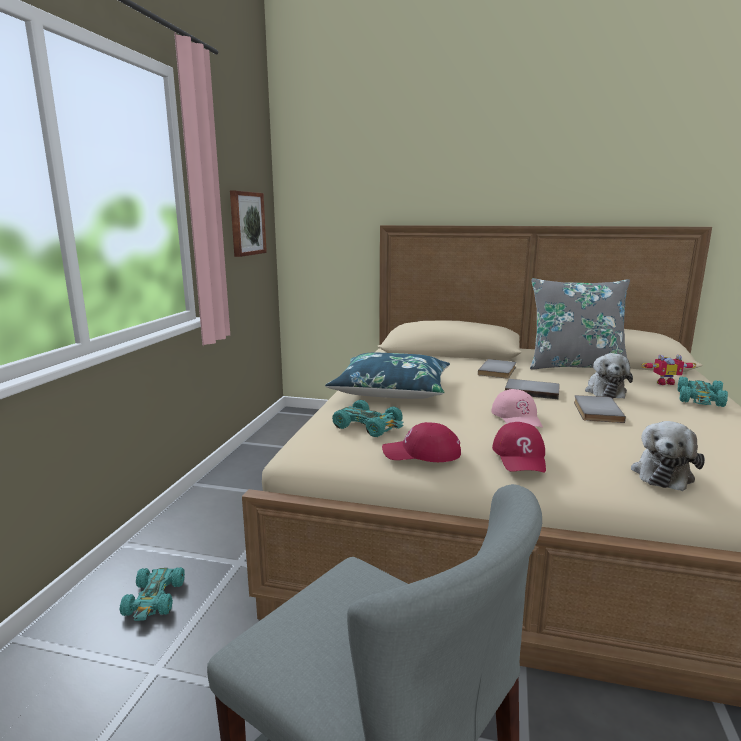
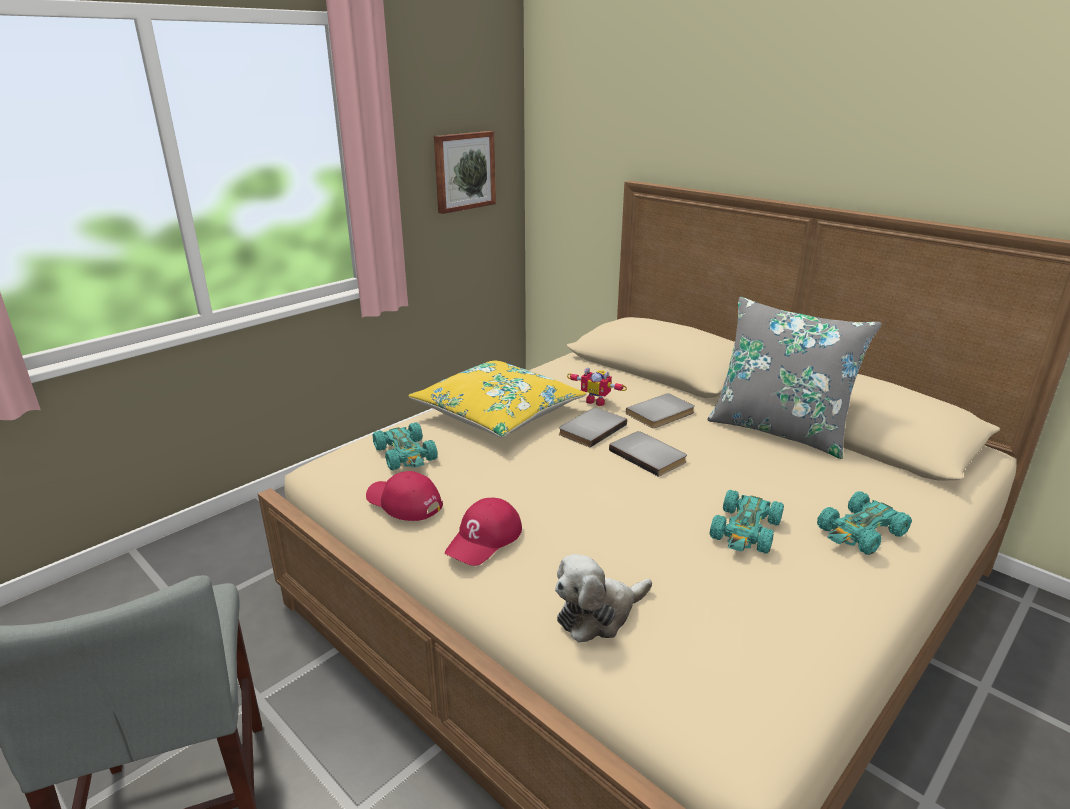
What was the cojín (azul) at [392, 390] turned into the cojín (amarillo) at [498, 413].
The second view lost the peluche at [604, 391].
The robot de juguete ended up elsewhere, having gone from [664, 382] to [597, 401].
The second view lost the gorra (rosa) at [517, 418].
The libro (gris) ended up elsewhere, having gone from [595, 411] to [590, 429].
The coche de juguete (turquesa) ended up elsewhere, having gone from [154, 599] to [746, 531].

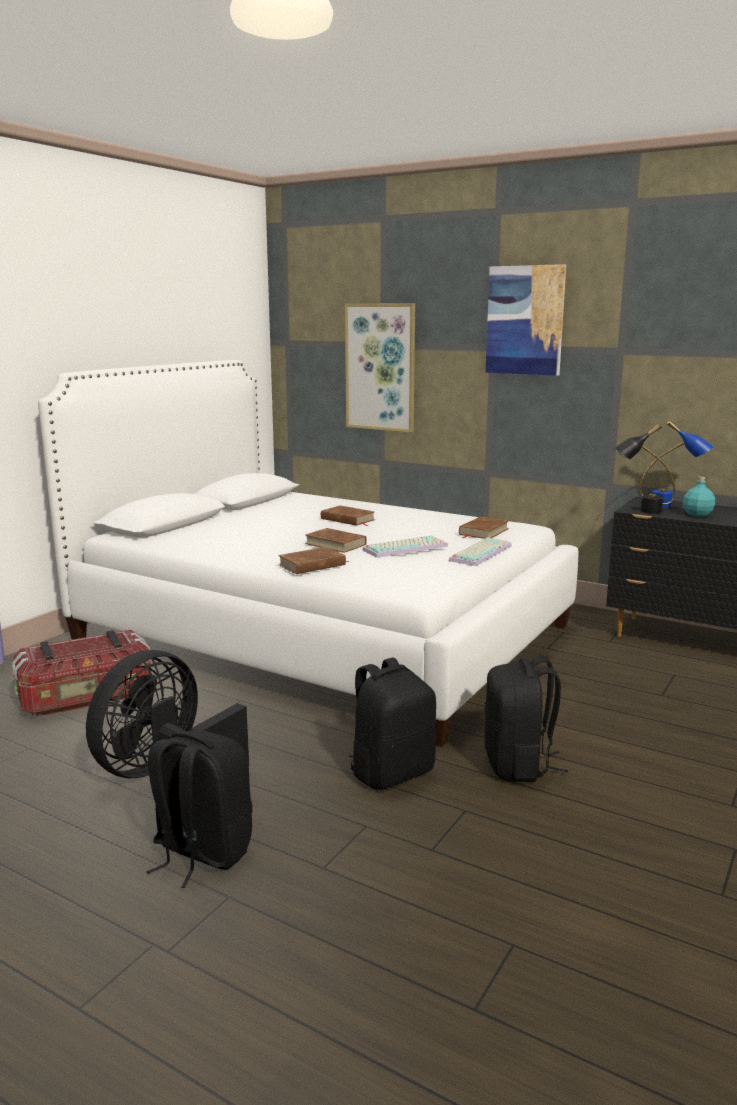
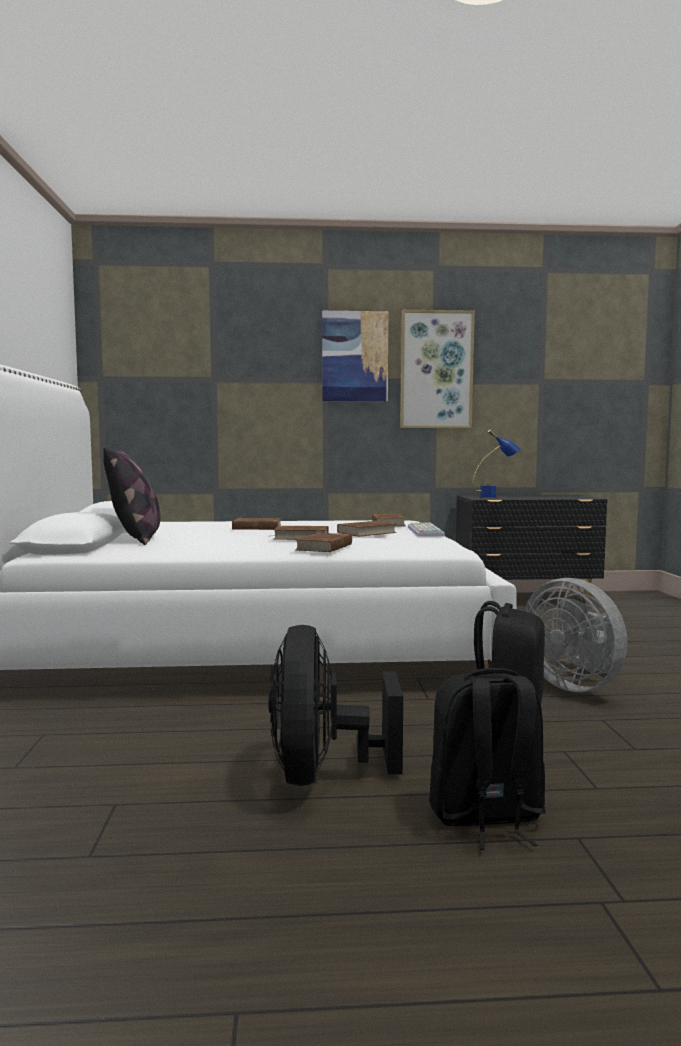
The cuadro ended up elsewhere, having gone from [380, 367] to [436, 370].
The second view lost the lámpara de mesa (negro) at [640, 511].
The second view lost the botella (turquesa) at [696, 514].
Where the teclado stood at [405, 547], the libro (marrón) came to stand at [366, 533].
The second view lost the caja de almacenaje at [87, 698].
Where the mochila (negro) stood at [518, 765], the ventilador (gris) came to stand at [575, 685].
The second view gained the cojín at [136, 538].

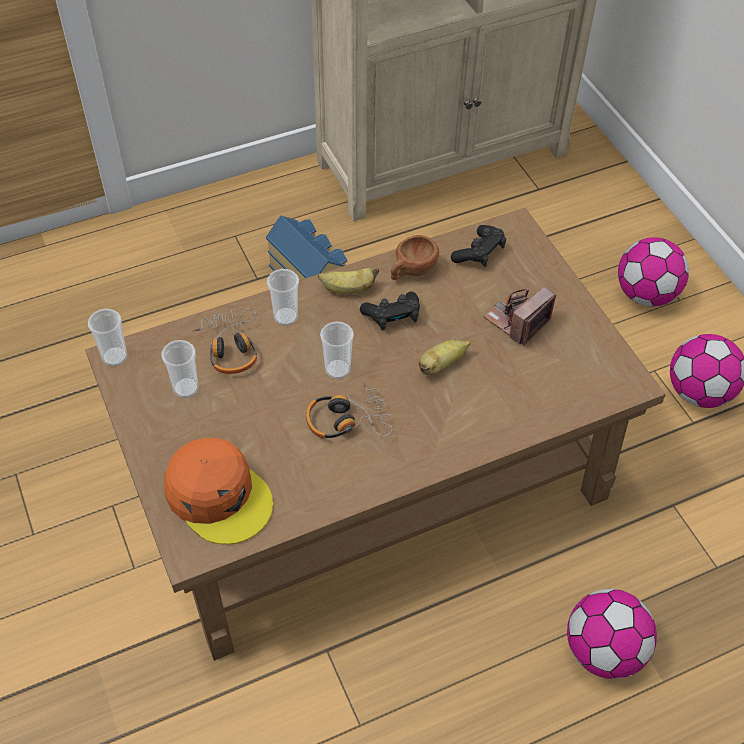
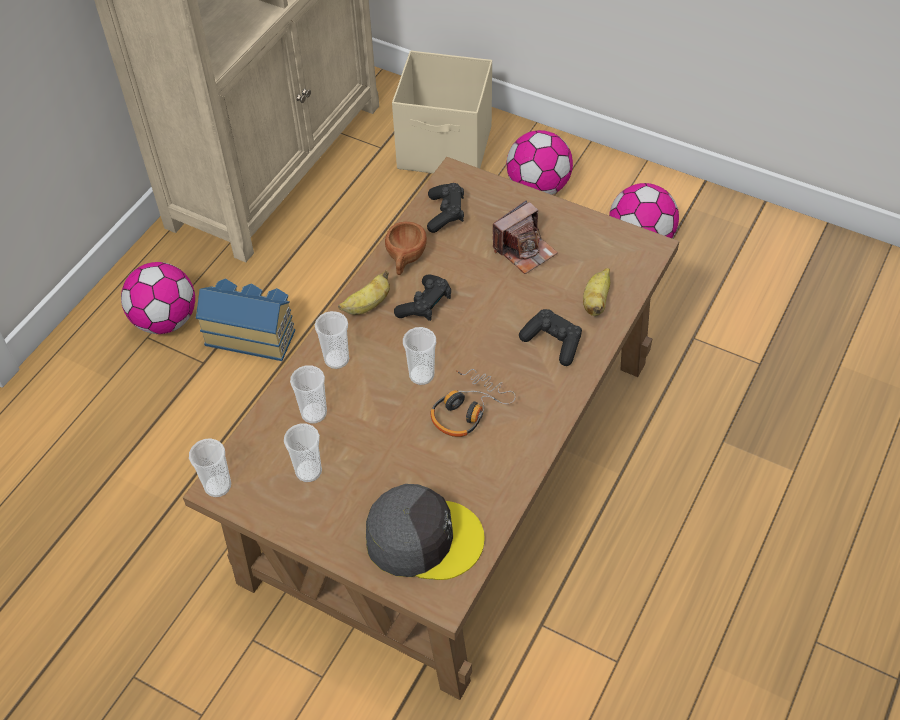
The cámara at [517, 321] ended up facing another way, 135 degrees counterclockwise from before.
Where the auriculares stood at [230, 347], the taza came to stand at [314, 413].
The plátano ended up elsewhere, having gone from [441, 364] to [596, 301].
What was the gorra (naranja) at [219, 495] turned into the gorra (gris) at [423, 537].
The balón de fútbol ended up elsewhere, having gone from [603, 650] to [166, 320].
The second view gained the caja de almacenaje (beis) at [446, 149].
The second view gained the mando de consola (negro) at [553, 343].

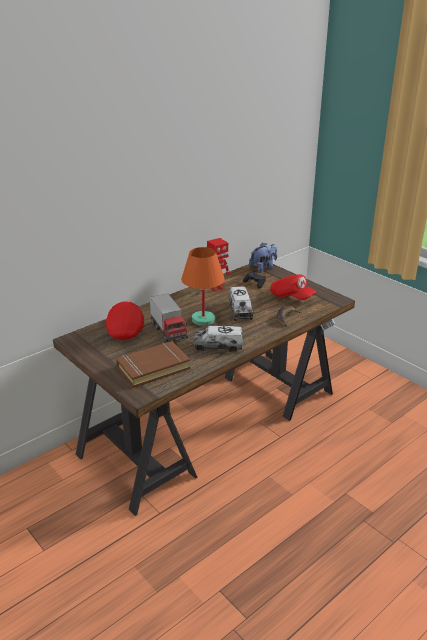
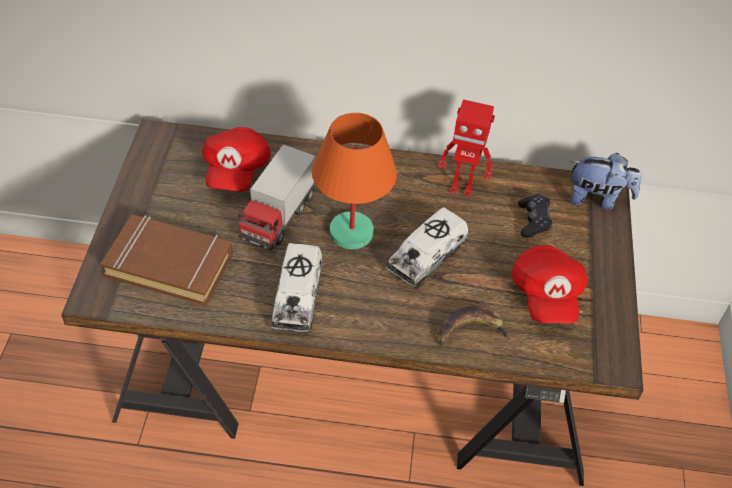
The gorra (rojo) at [126, 329] ended up facing another way, 135 degrees clockwise from before.
The camión de juguete at [218, 346] ended up facing another way, 135 degrees counterclockwise from before.

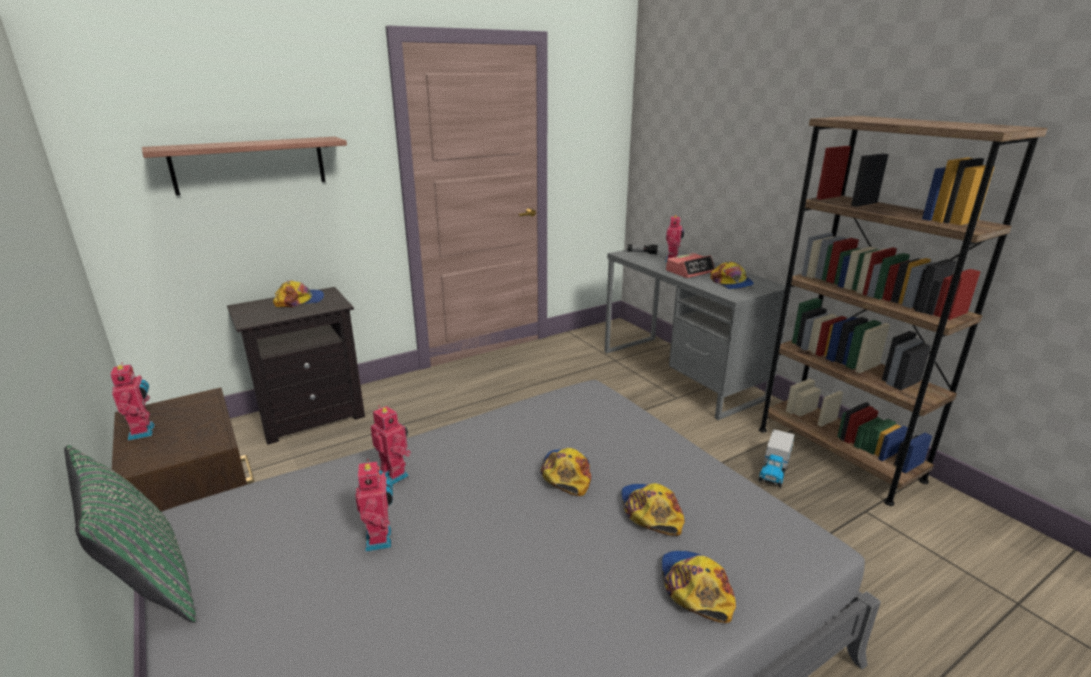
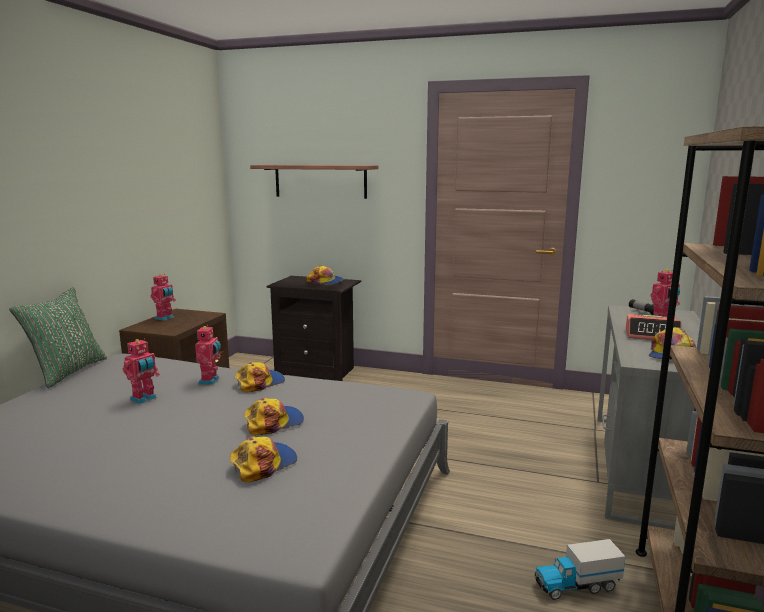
The gorra ended up elsewhere, having gone from [695, 588] to [260, 383].

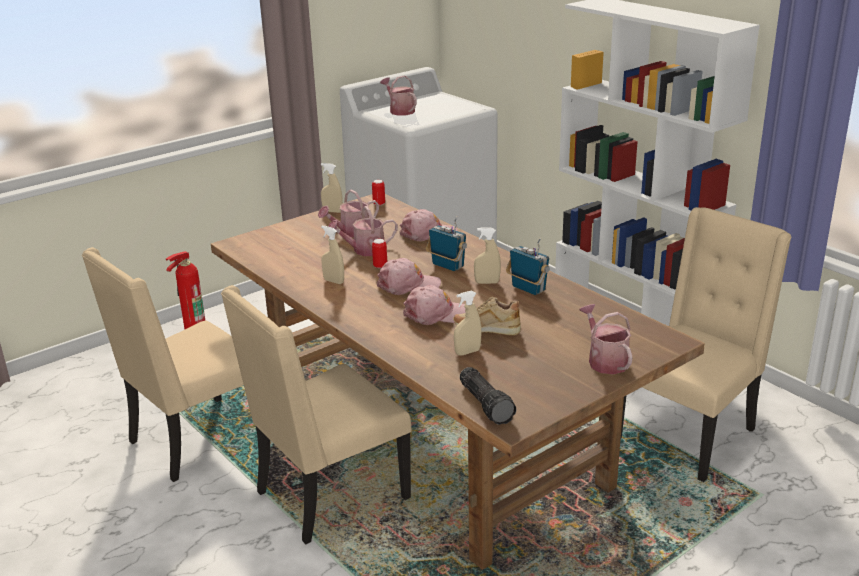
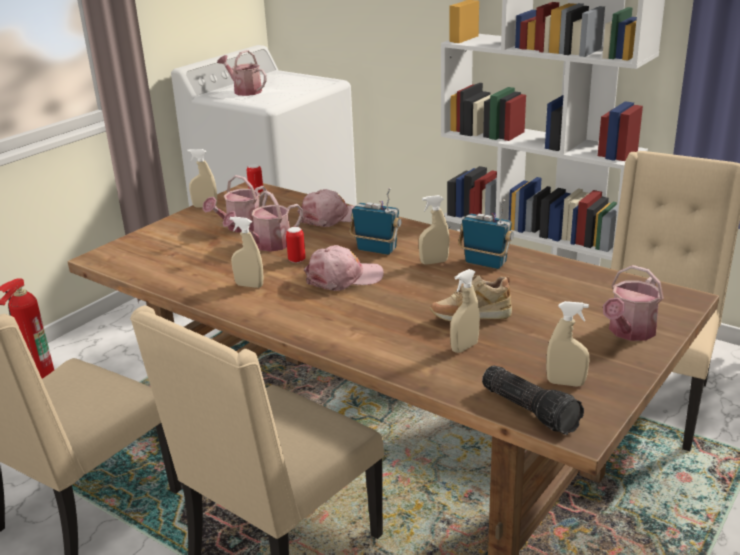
The second view lost the gorra (rosa) at [436, 314].
The regadera at [605, 360] ended up facing another way, 105 degrees counterclockwise from before.
The second view gained the pulverizador (beis) at [565, 383].

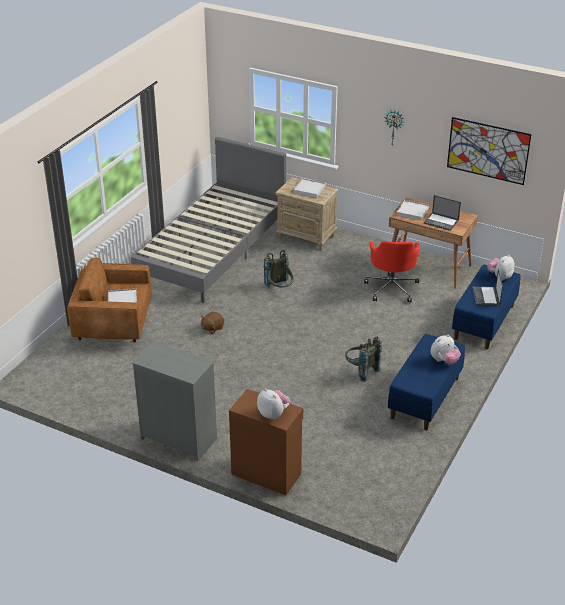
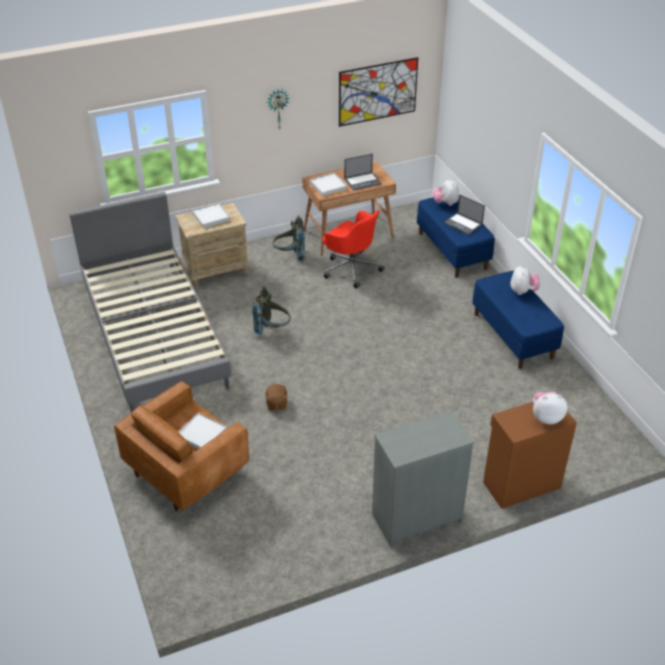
The mochila (gris) ended up elsewhere, having gone from [361, 371] to [290, 255].

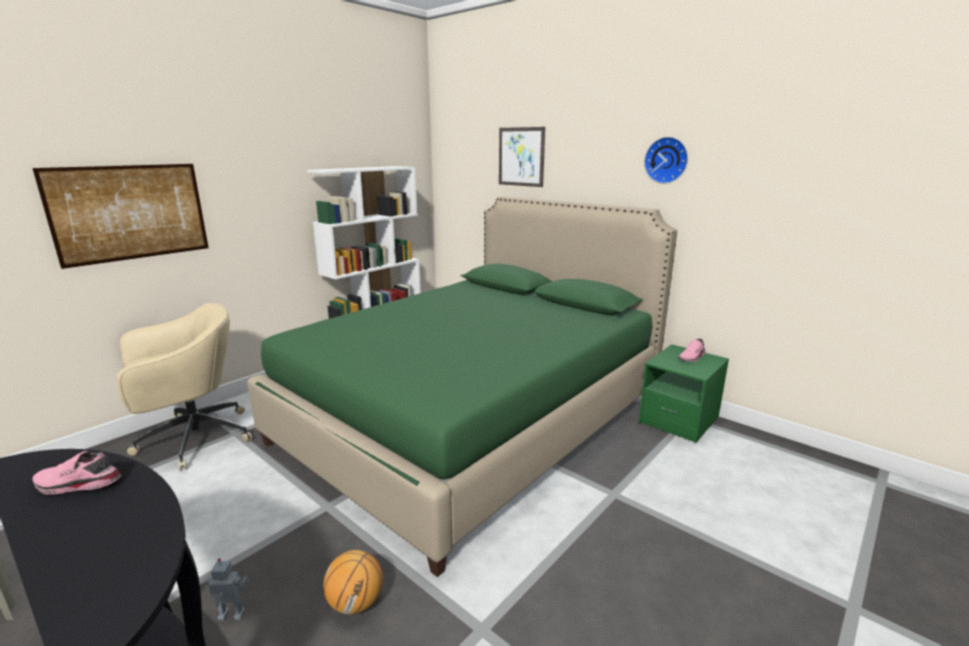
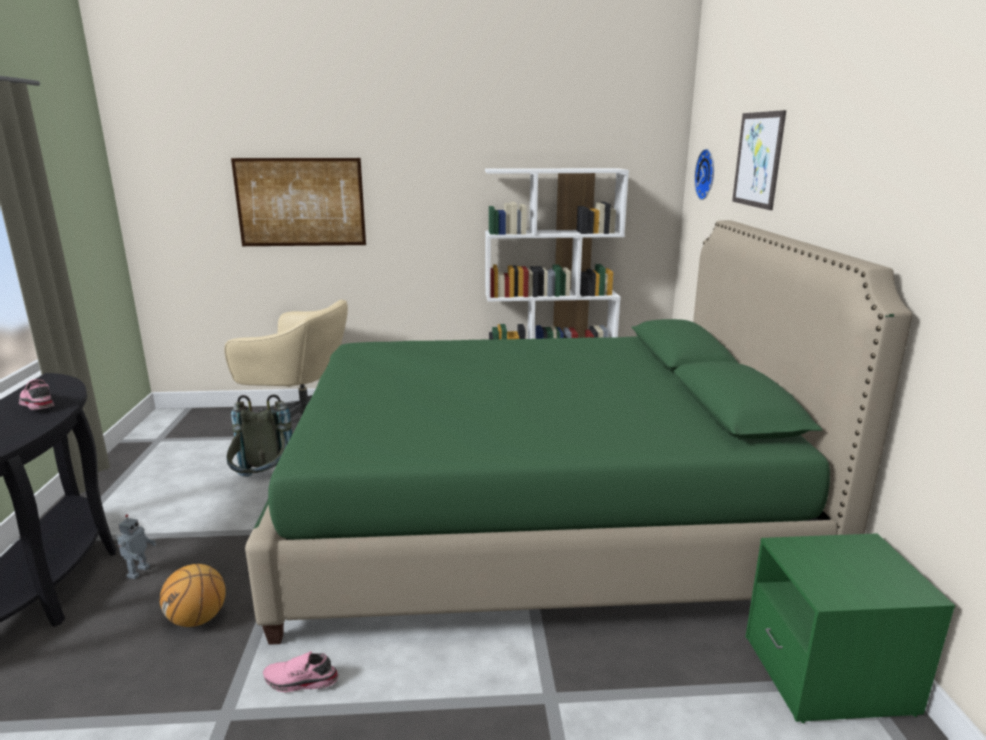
The reloj de pared ended up elsewhere, having gone from [667, 160] to [707, 174].
The zapato (rosa) ended up elsewhere, having gone from [692, 357] to [300, 682].
The robot de juguete at [231, 616] ended up facing another way, 60 degrees clockwise from before.
The second view gained the mochila (gris) at [262, 484].

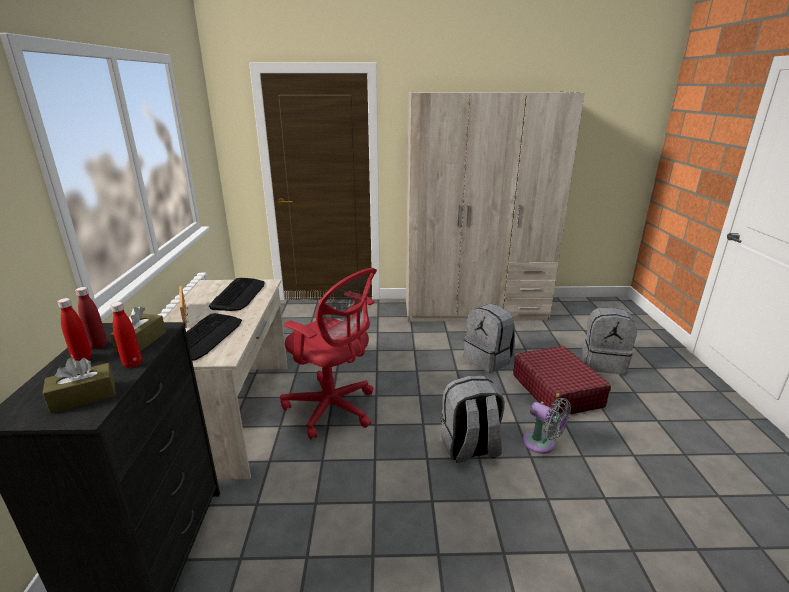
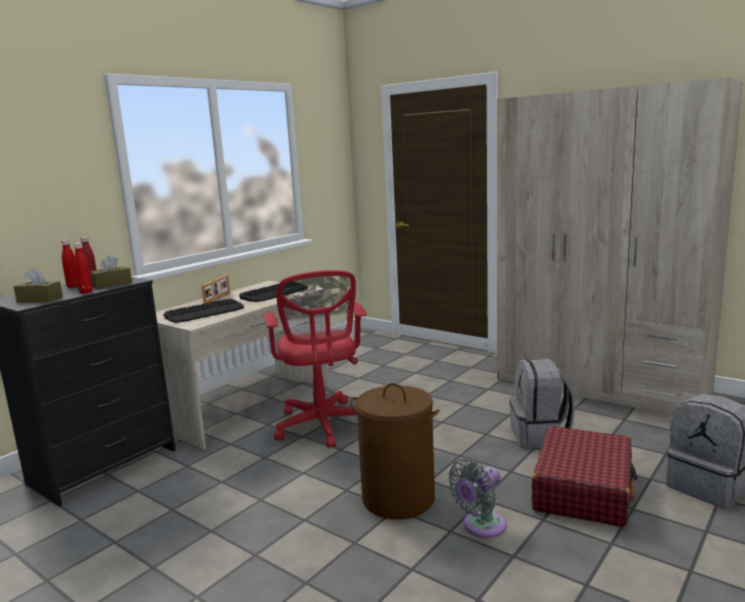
Where the mochila (gris) stood at [470, 448], the cesto de la ropa (marrón) came to stand at [397, 498].
The ventilador (gris) at [542, 444] ended up facing another way, 60 degrees clockwise from before.

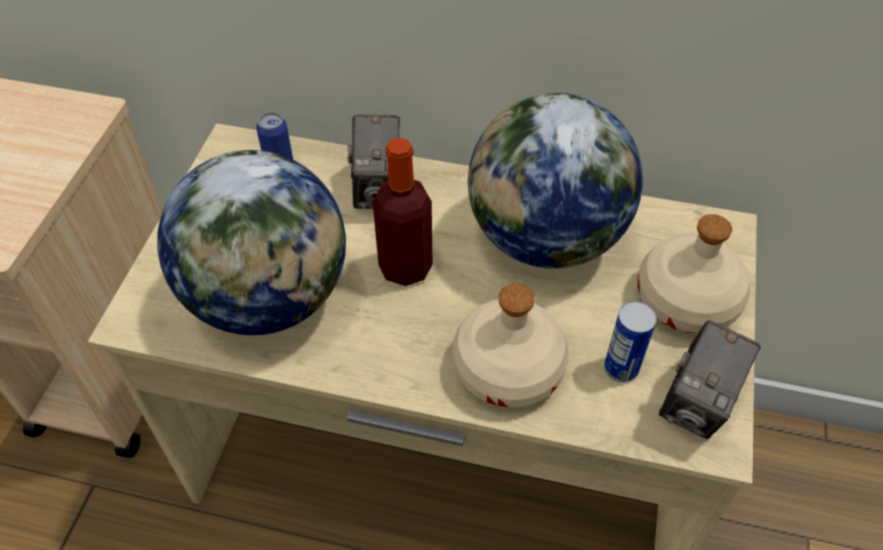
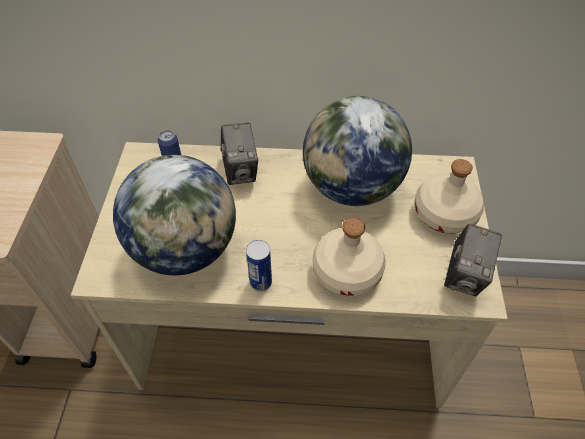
The second view lost the botella at [405, 267].
The lata ended up elsewhere, having gone from [621, 368] to [260, 282].

